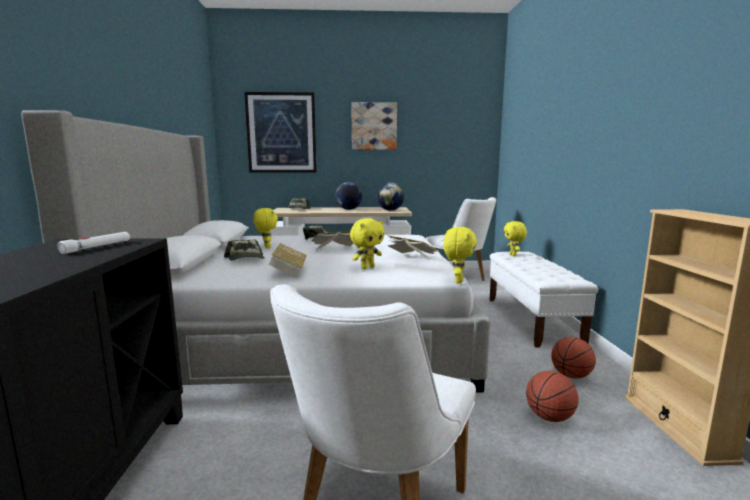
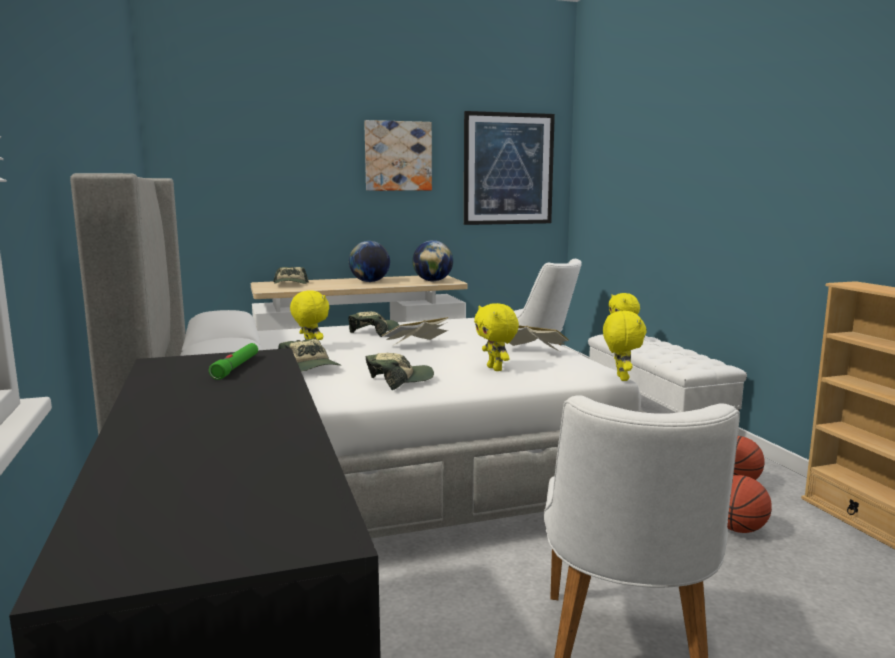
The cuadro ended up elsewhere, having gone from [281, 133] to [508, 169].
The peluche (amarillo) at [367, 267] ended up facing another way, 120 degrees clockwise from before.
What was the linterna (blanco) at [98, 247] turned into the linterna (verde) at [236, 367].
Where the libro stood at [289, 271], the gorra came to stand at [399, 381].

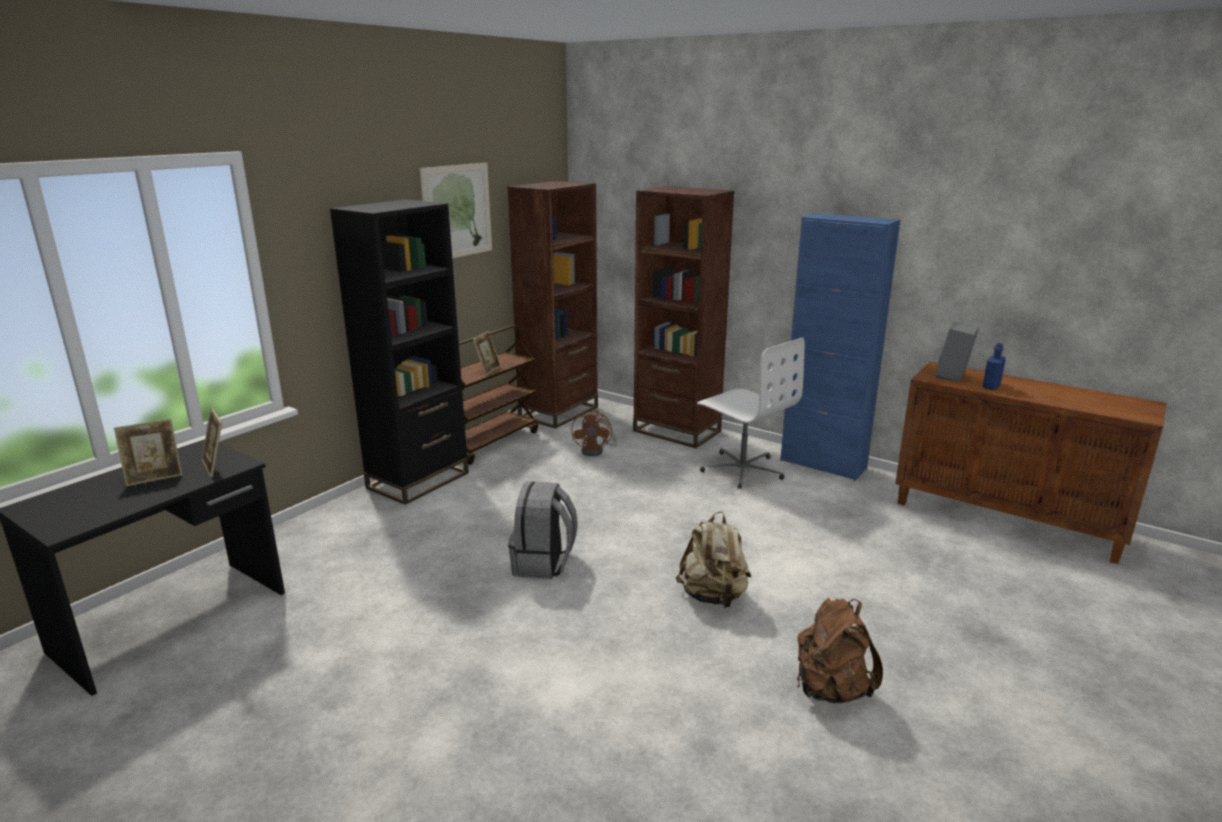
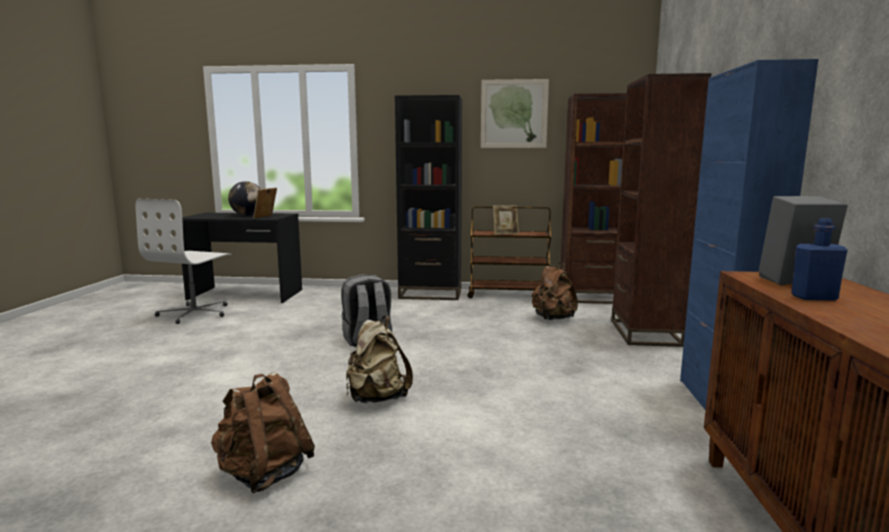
The silla de oficina (blanco) ended up elsewhere, having gone from [742, 469] to [195, 313].
Where the ventilador (marrón) stood at [596, 451], the mochila (marrón) came to stand at [552, 319].
Where the portarretratos stood at [155, 477], the globo terráqueo came to stand at [248, 215].

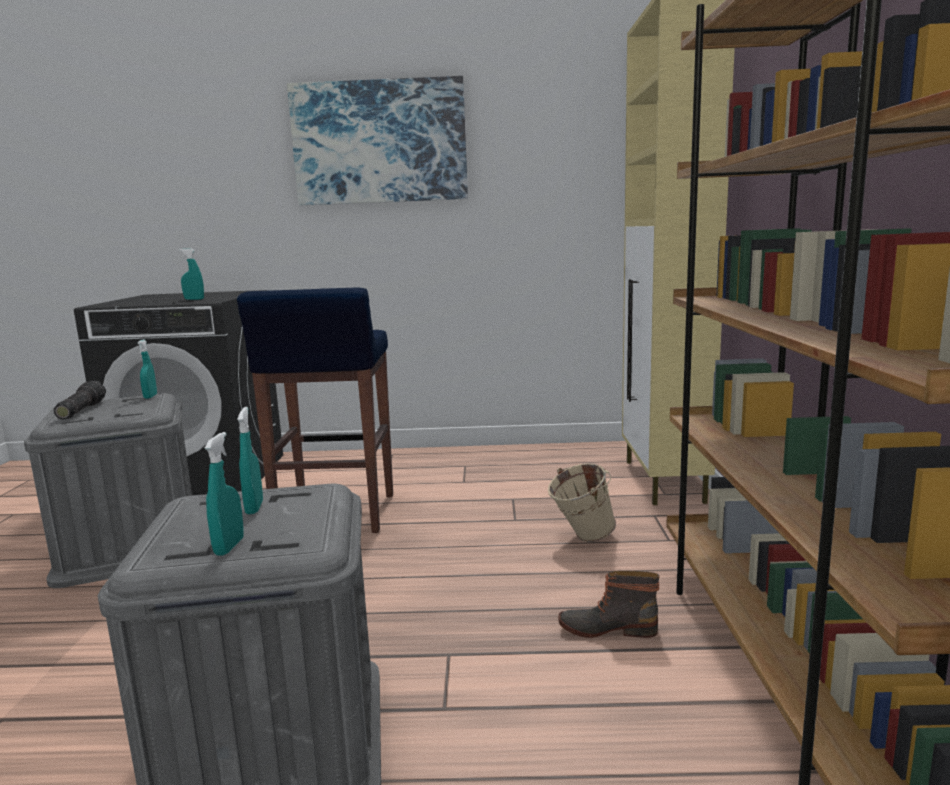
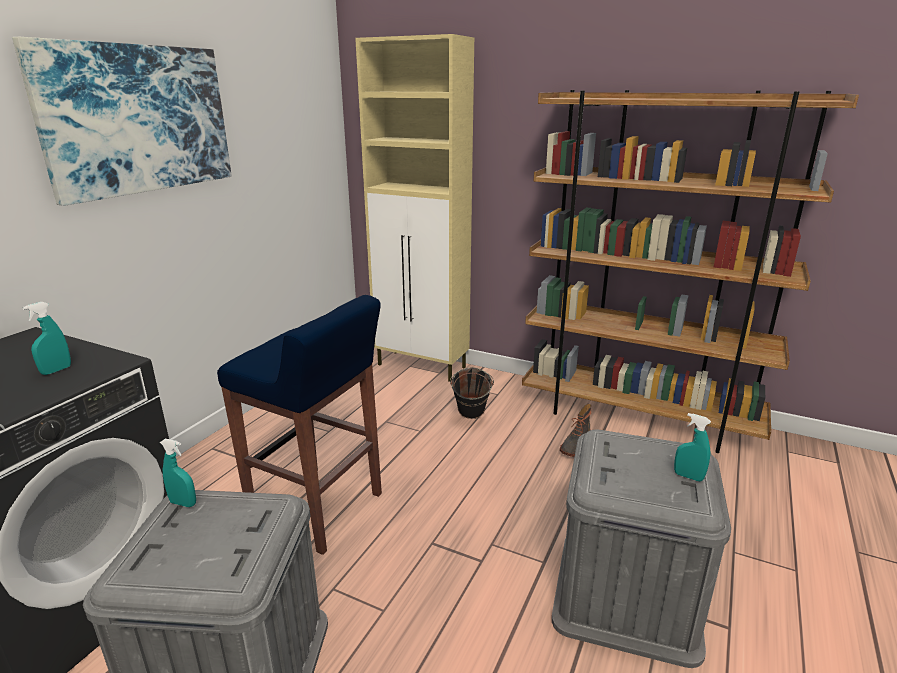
The second view lost the linterna at [80, 411].
The second view lost the pulverizador (turquesa) at [254, 507].
What was the cubo (beis) at [581, 538] turned into the cubo (negro) at [470, 418].

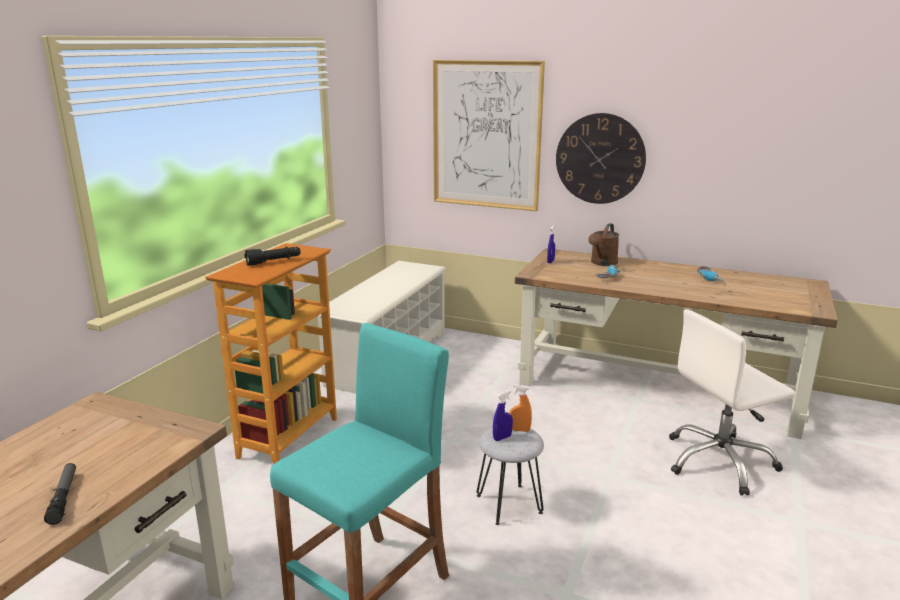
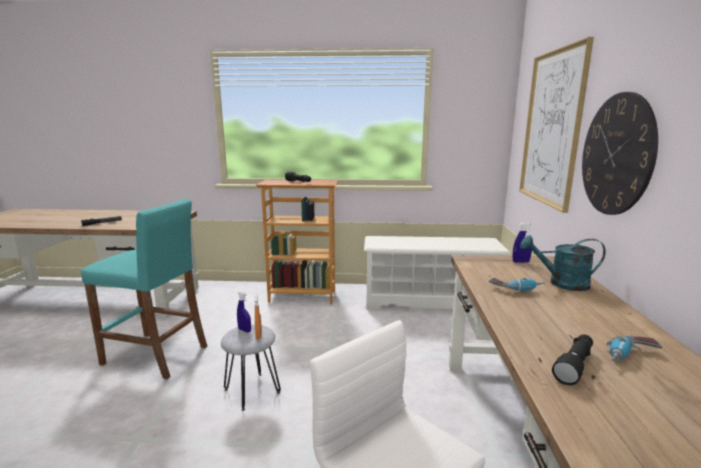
What was the regadera (marrón) at [602, 263] turned into the regadera (turquesa) at [561, 283].
The second view gained the linterna (negro) at [574, 365].

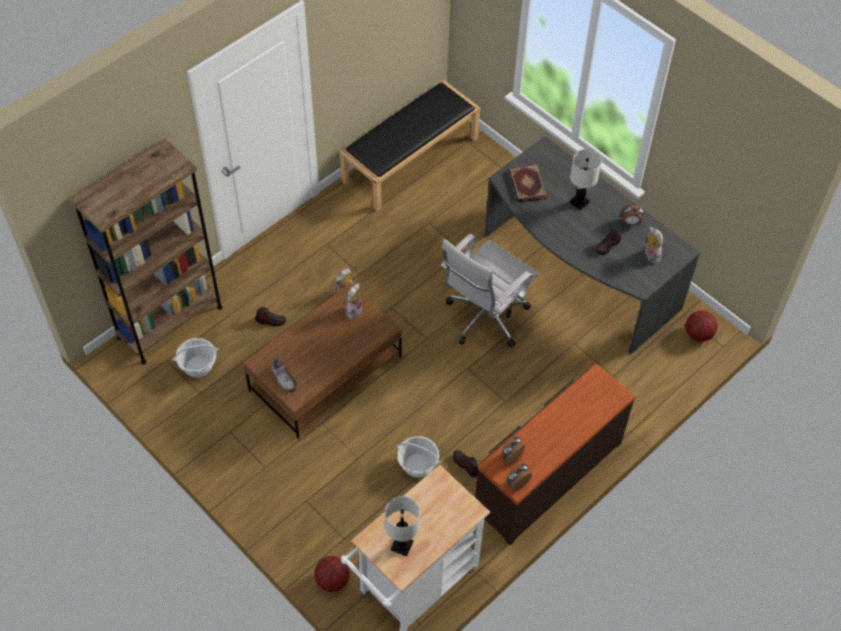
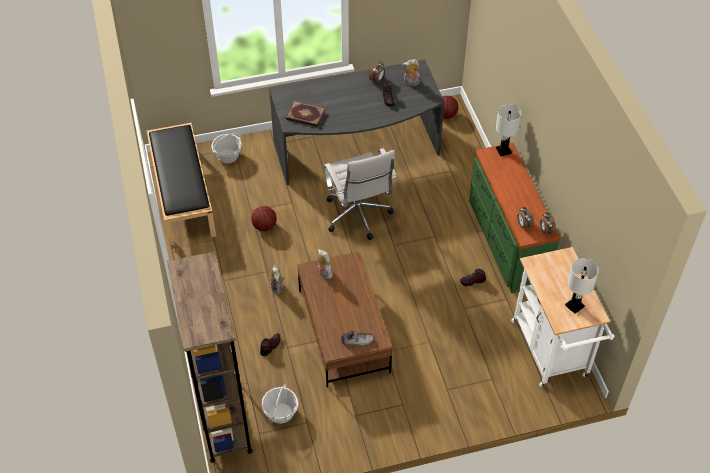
The lámpara de mesa (blanco) ended up elsewhere, having gone from [579, 203] to [503, 151].
What was the cómoda (marrón) at [546, 475] turned into the cómoda (verde) at [506, 241].
The cesta ended up elsewhere, having gone from [418, 465] to [228, 156].
The balón de baloncesto ended up elsewhere, having gone from [332, 580] to [264, 226].

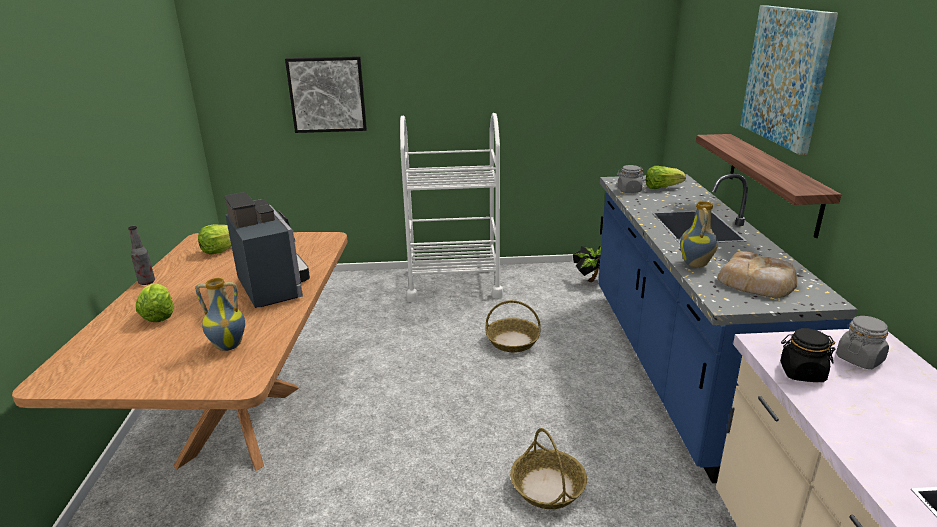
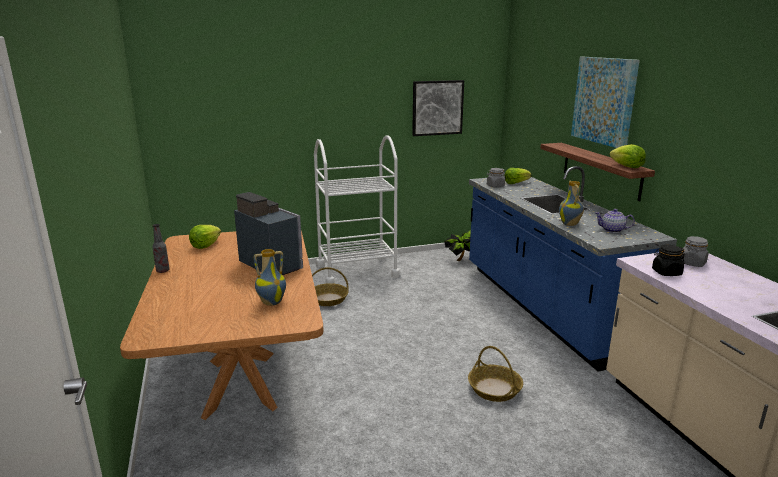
The cuadro ended up elsewhere, having gone from [327, 94] to [437, 107].
Where the pan stood at [757, 282], the tetera came to stand at [612, 230].
The lechuga ended up elsewhere, having gone from [159, 315] to [626, 167].
The cesta ended up elsewhere, having gone from [513, 341] to [328, 299].

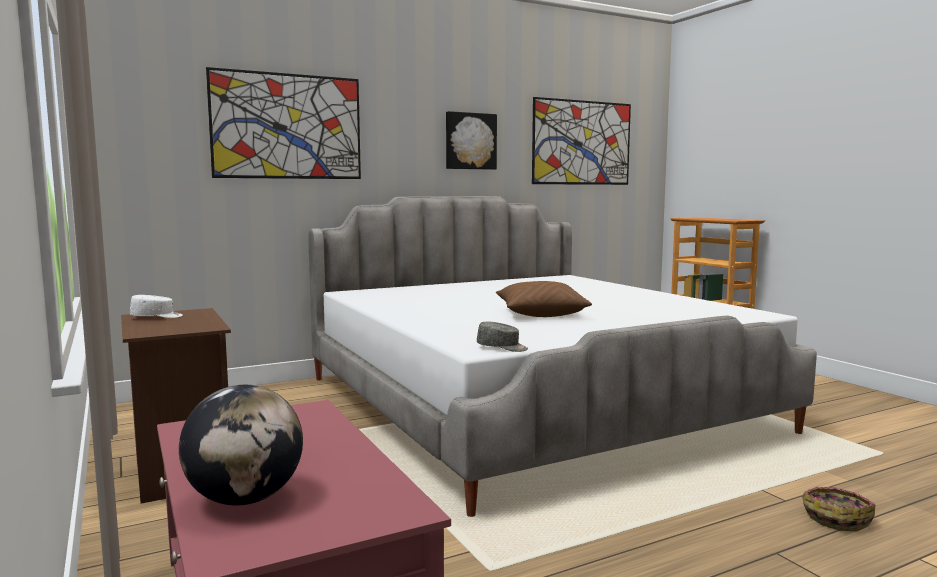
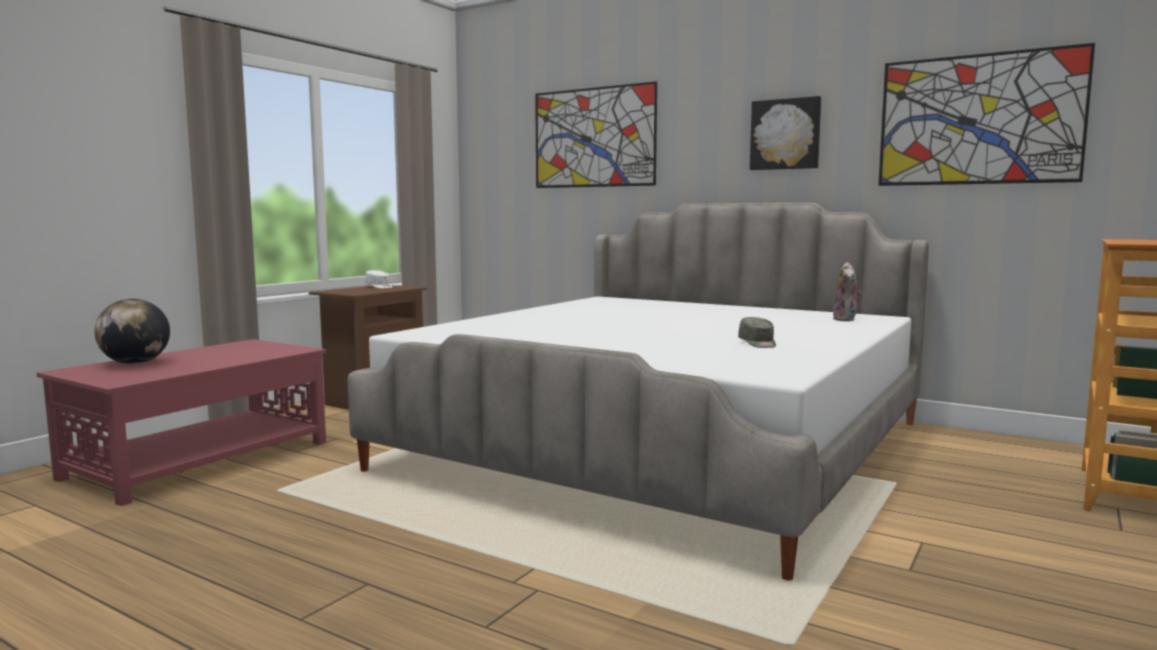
The second view lost the cojín (marrón) at [540, 314].
The gorra (gris) ended up elsewhere, having gone from [502, 348] to [758, 343].
The second view lost the cesta at [836, 518].
The second view gained the peluche at [846, 319].

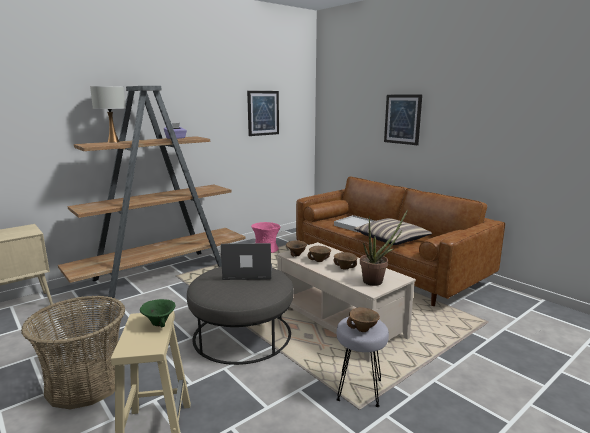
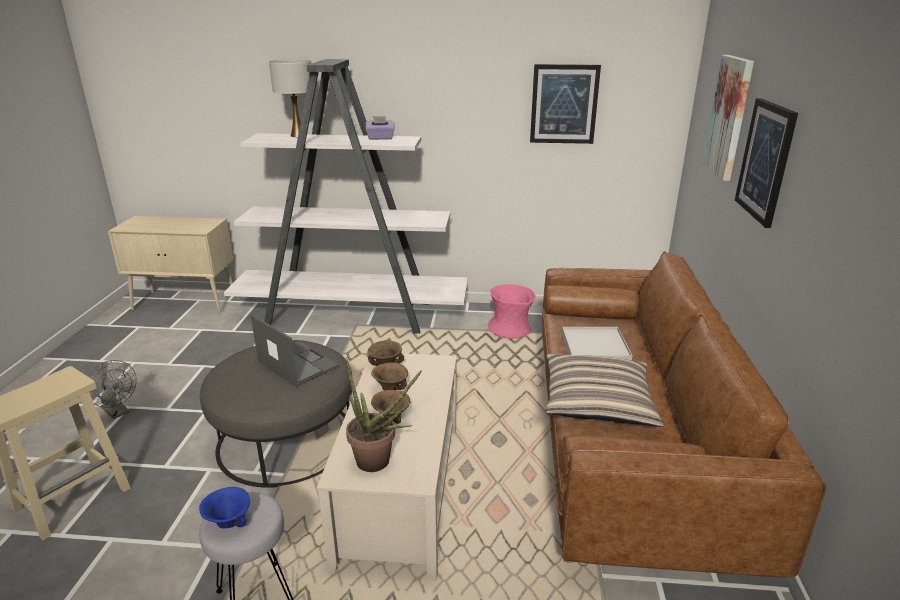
What was the estantería (marrón) at [162, 272] turned into the estantería (blanco) at [352, 314].
Where the cesta stood at [86, 383], the ventilador (gris) came to stand at [118, 412].
The second view lost the cuenco (verde) at [159, 323].
What was the cuenco (marrón) at [363, 329] turned into the cuenco (azul) at [227, 523].
The second view gained the cuadro at [729, 117].

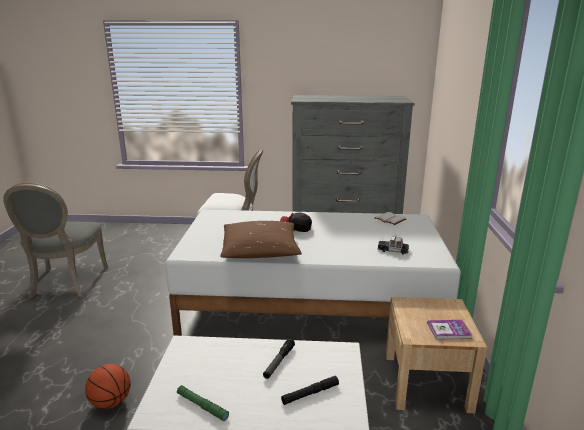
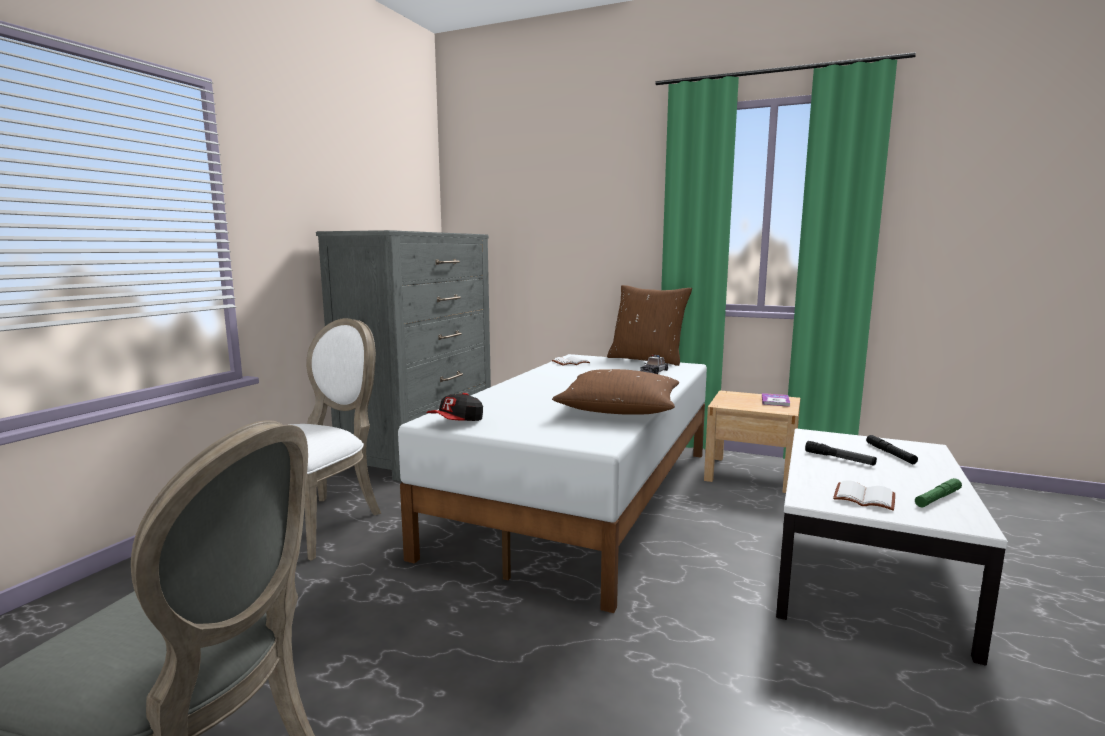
The gorra ended up elsewhere, having gone from [296, 228] to [457, 422].
The second view lost the balón de baloncesto at [110, 402].
The second view gained the cojín (marrón) at [647, 359].
The second view gained the libro (blanco) at [865, 497].

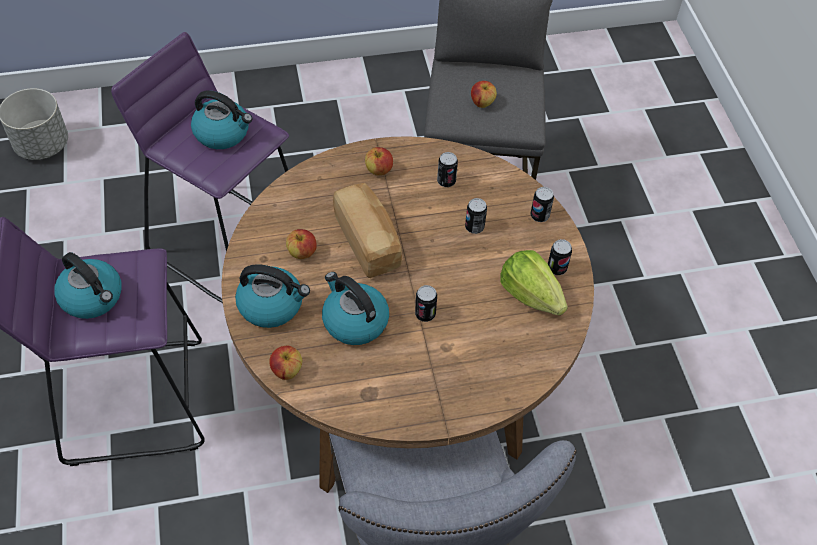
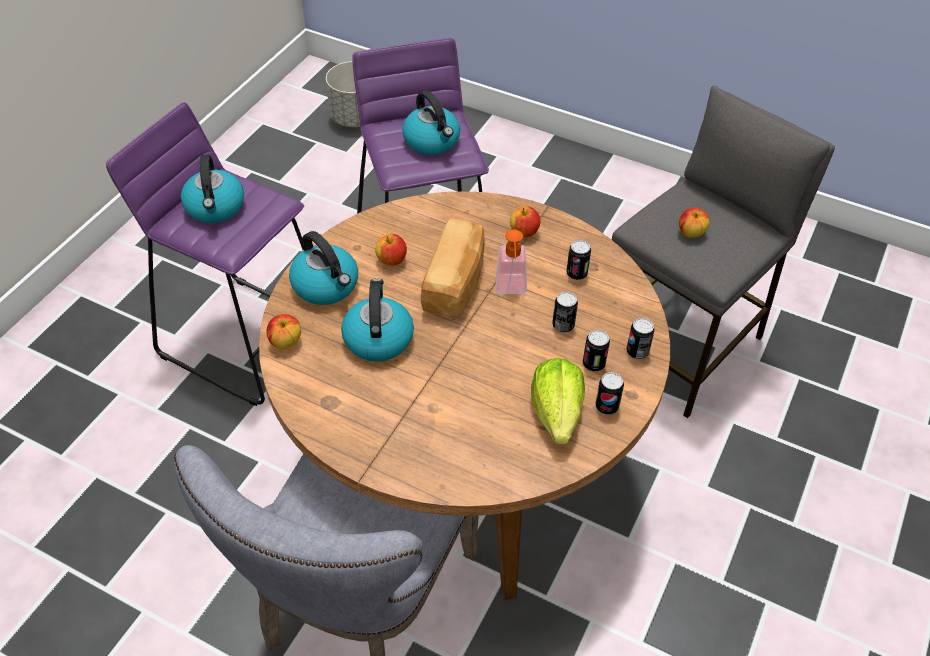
The lata ended up elsewhere, having gone from [425, 314] to [593, 364].
The second view gained the dispensador de jabón at [511, 289].

